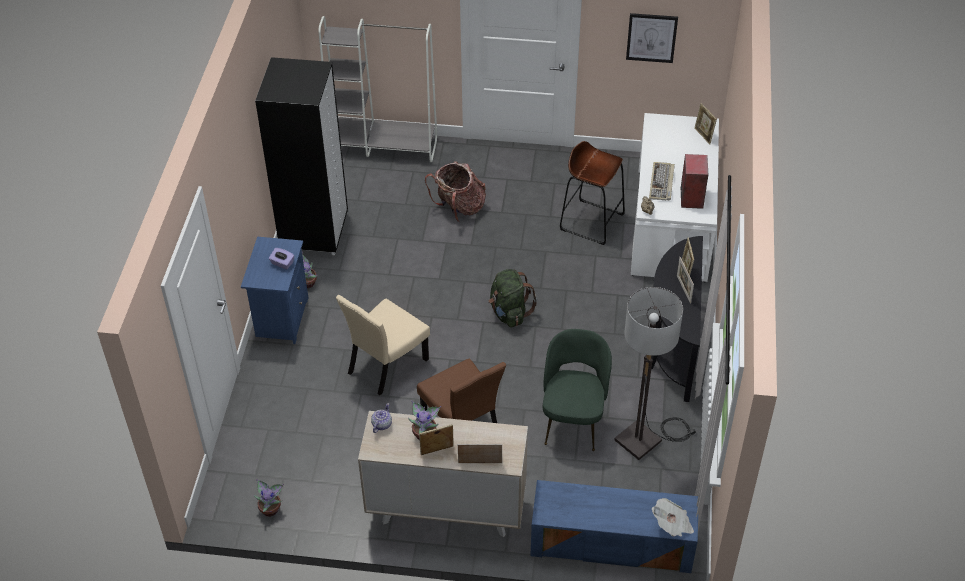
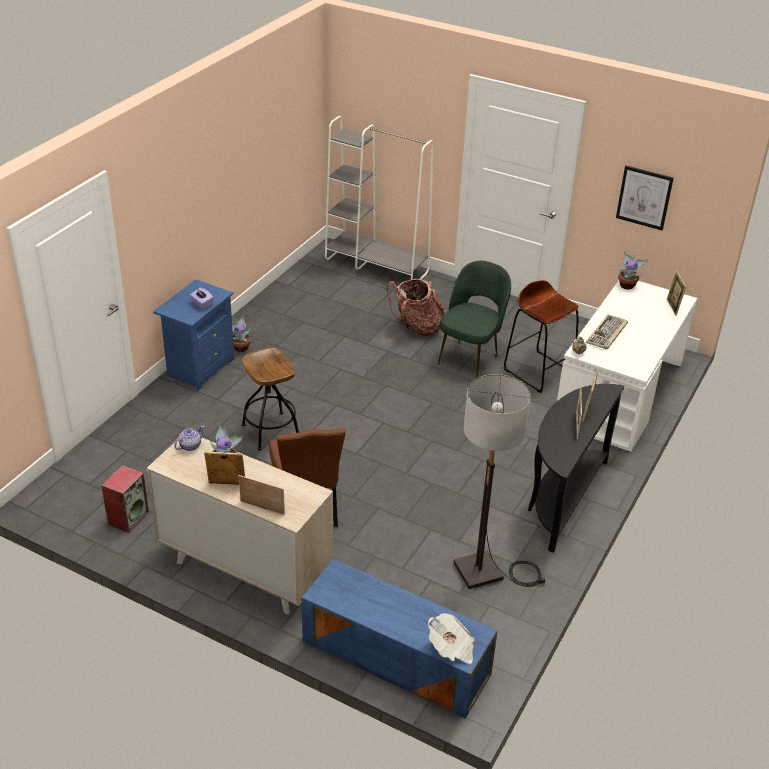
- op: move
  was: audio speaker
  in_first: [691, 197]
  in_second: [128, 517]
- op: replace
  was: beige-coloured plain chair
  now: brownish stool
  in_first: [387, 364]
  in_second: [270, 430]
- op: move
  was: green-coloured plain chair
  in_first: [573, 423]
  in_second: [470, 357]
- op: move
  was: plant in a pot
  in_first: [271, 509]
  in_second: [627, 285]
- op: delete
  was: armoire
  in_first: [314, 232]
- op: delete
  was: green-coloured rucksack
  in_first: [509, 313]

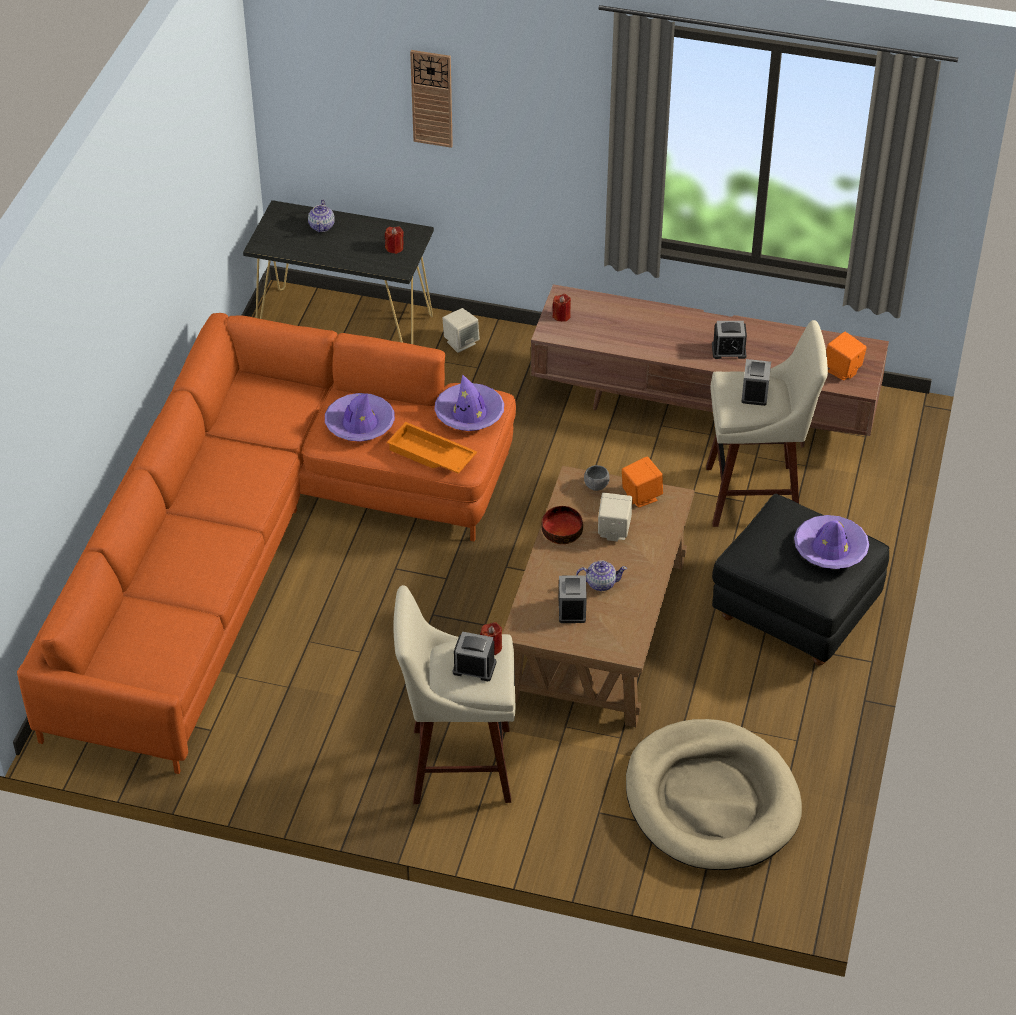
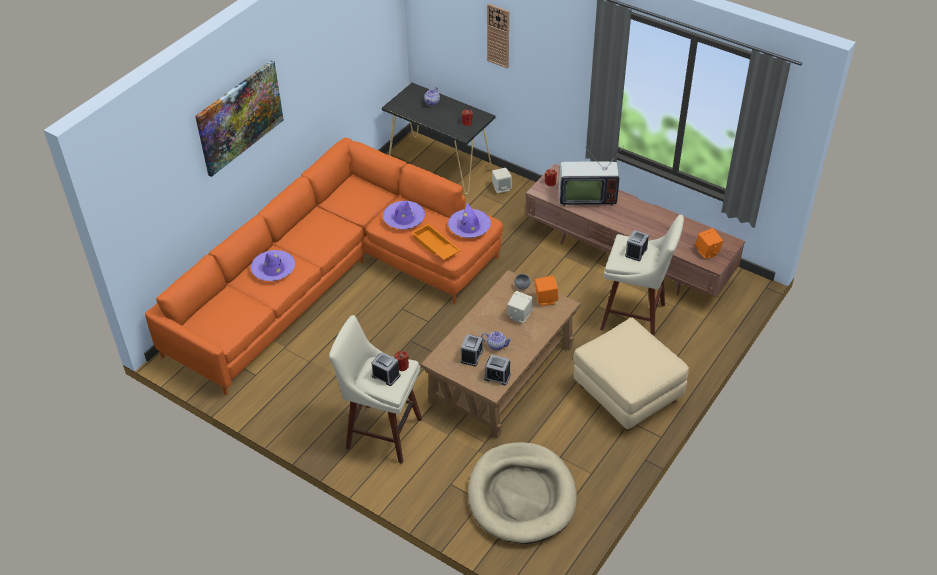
- op: insert
  now: wall art
  in_second: [239, 117]
- op: move
  was: purple-coloured clothing hat
  in_first: [830, 548]
  in_second: [273, 269]
- op: move
  was: alarm clock
  in_first: [728, 350]
  in_second: [497, 376]
- op: insert
  now: TV
  in_second: [586, 196]
- op: recolor
  was: black ottoman
  now: beige-coloured ottoman
  in_first: [794, 612]
  in_second: [626, 394]
- op: delete
  was: deep dish
  in_first: [561, 532]

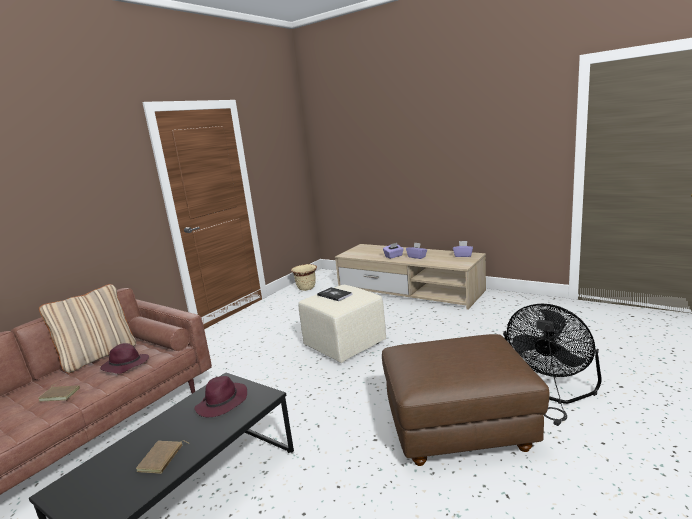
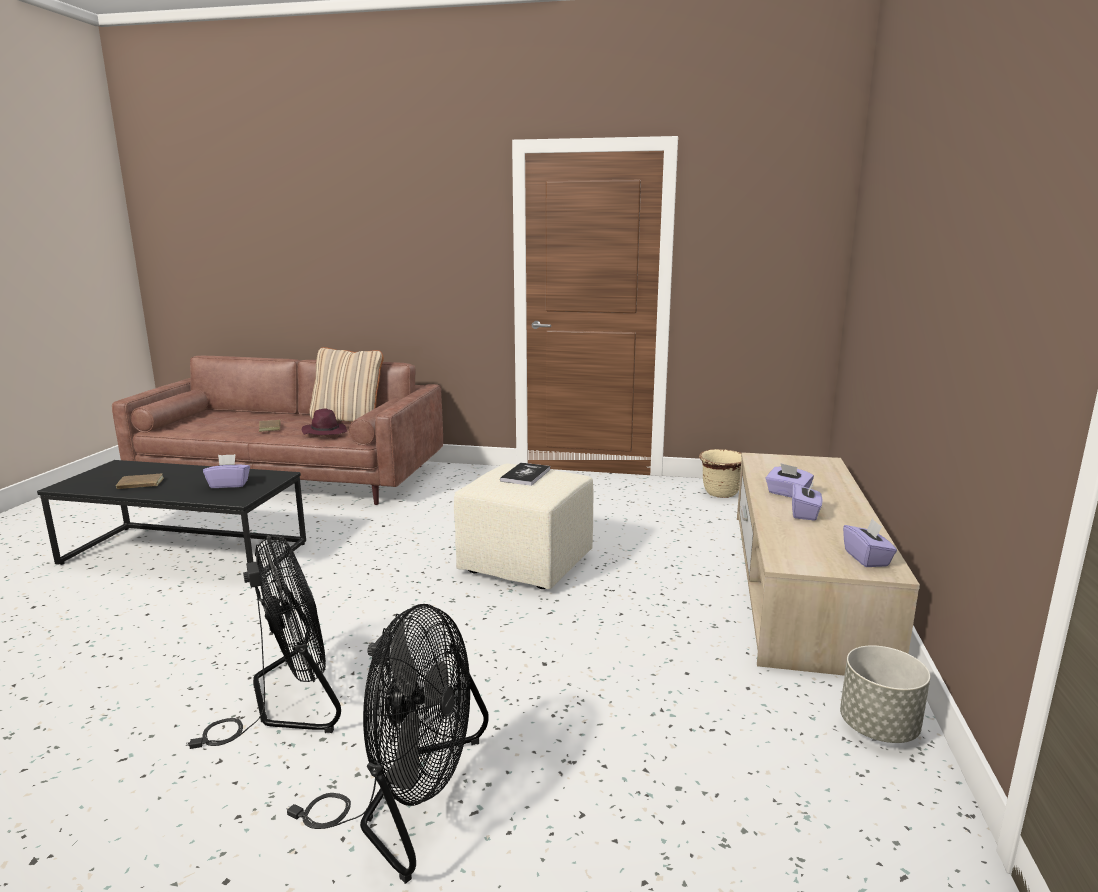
- op: replace
  was: brownish ottoman
  now: black electric fan
  in_first: [458, 431]
  in_second: [284, 699]
- op: replace
  was: purple-coloured clothing hat
  now: purple-coloured box of tissues
  in_first: [222, 403]
  in_second: [229, 484]
- op: insert
  now: grey plant pot
  in_second: [879, 728]

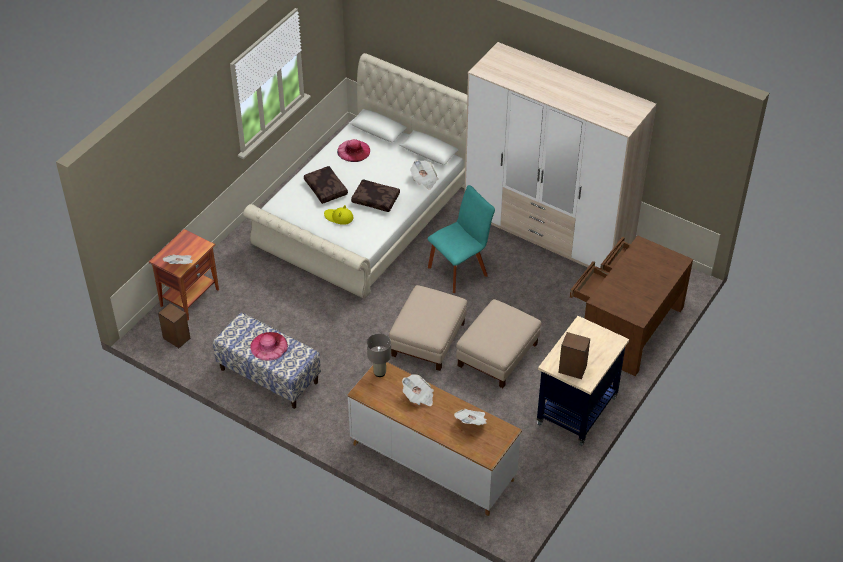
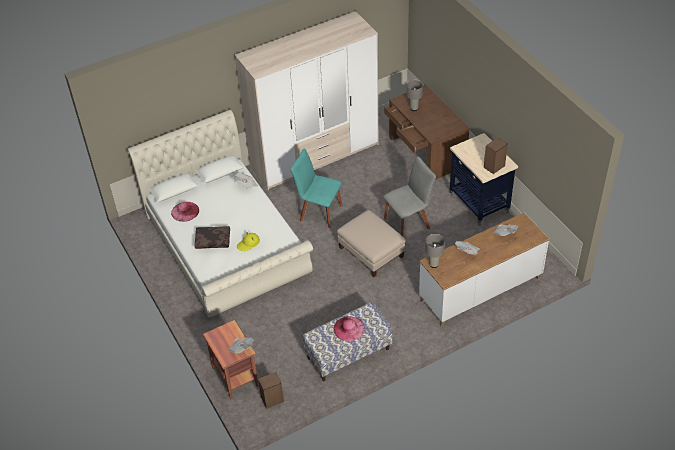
- op: rotate
  was: blue-green plain chair
  in_first: [460, 270]
  in_second: [319, 212]
  clockwise: -60
- op: replace
  was: beige-coloured ottoman
  now: grey plain chair
  in_first: [498, 355]
  in_second: [408, 222]
- op: insert
  now: grey table lamp
  in_second: [414, 108]
- op: delete
  was: brownish pillow
  in_first: [376, 199]

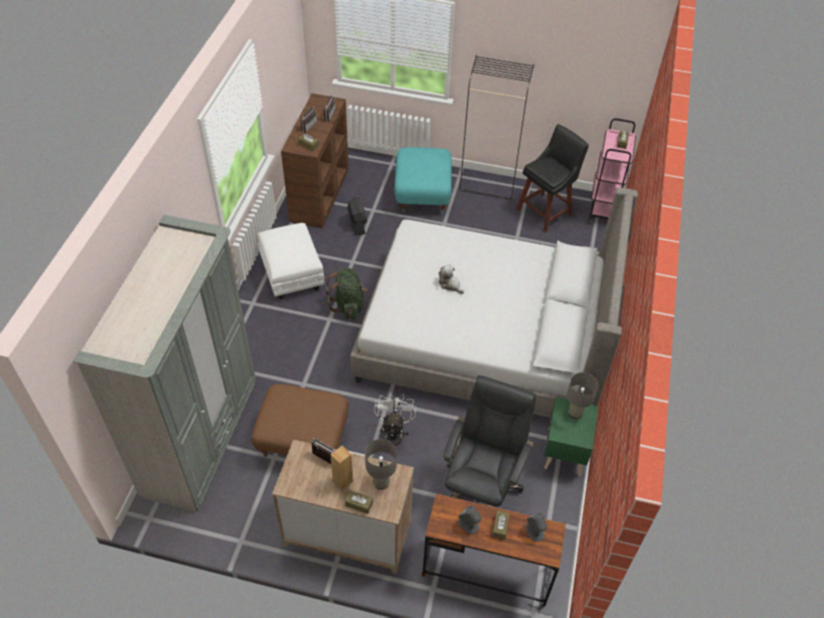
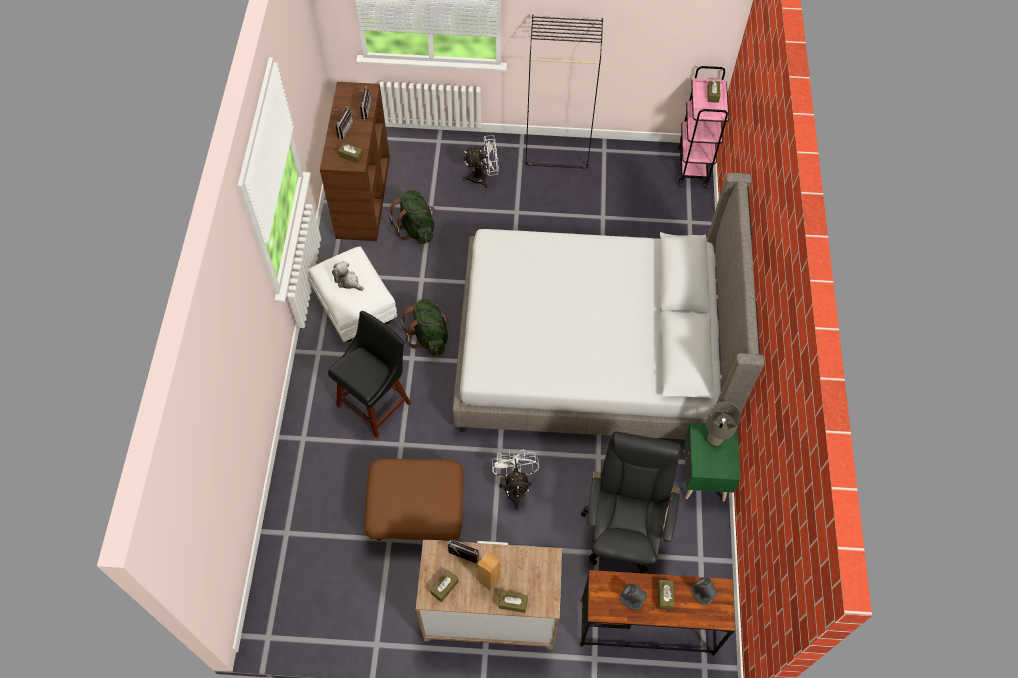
- op: move
  was: black plain chair
  in_first: [546, 211]
  in_second: [376, 402]
- op: move
  was: cuddly toy
  in_first: [450, 284]
  in_second: [348, 281]
- op: replace
  was: black electric fan
  now: green-coloured rucksack
  in_first: [357, 224]
  in_second: [416, 229]
- op: insert
  now: brownish box of tissues
  in_second: [444, 587]
- op: replace
  was: blue-green ottoman
  now: whitish electric fan
  in_first: [422, 194]
  in_second: [483, 177]
- op: delete
  was: grey armoire
  in_first: [202, 435]
- op: delete
  was: grey table lamp
  in_first: [381, 483]

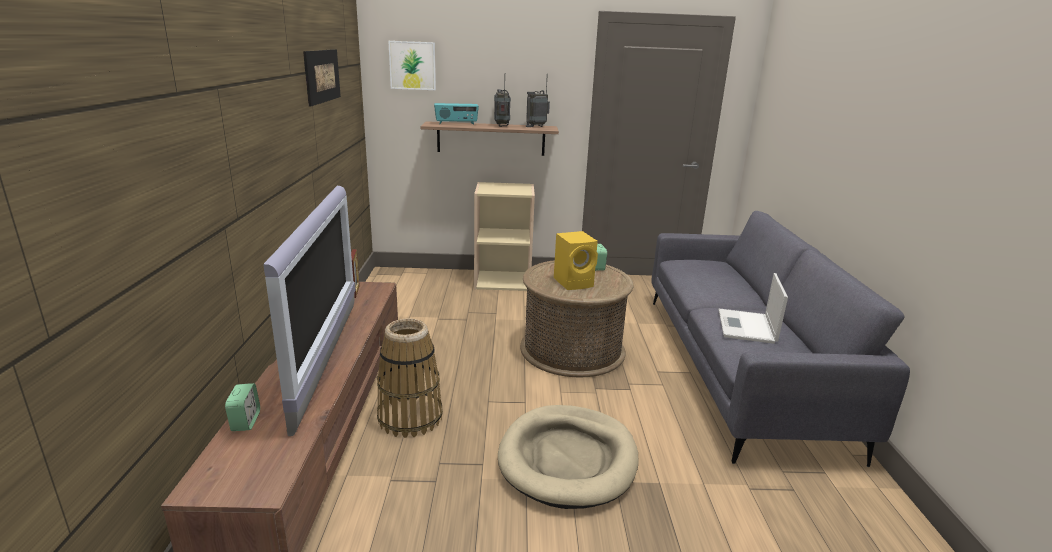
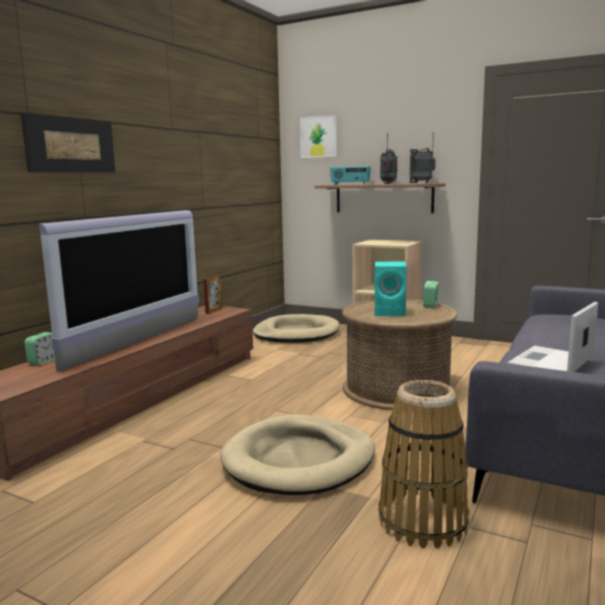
- op: move
  was: wall art
  in_first: [322, 76]
  in_second: [71, 145]
- op: insert
  now: beige-coloured dog bed
  in_second: [296, 333]
- op: recolor
  was: yellow audio speaker
  now: blue-green audio speaker
  in_first: [574, 282]
  in_second: [391, 312]
- op: move
  was: storage basket
  in_first: [410, 418]
  in_second: [423, 521]

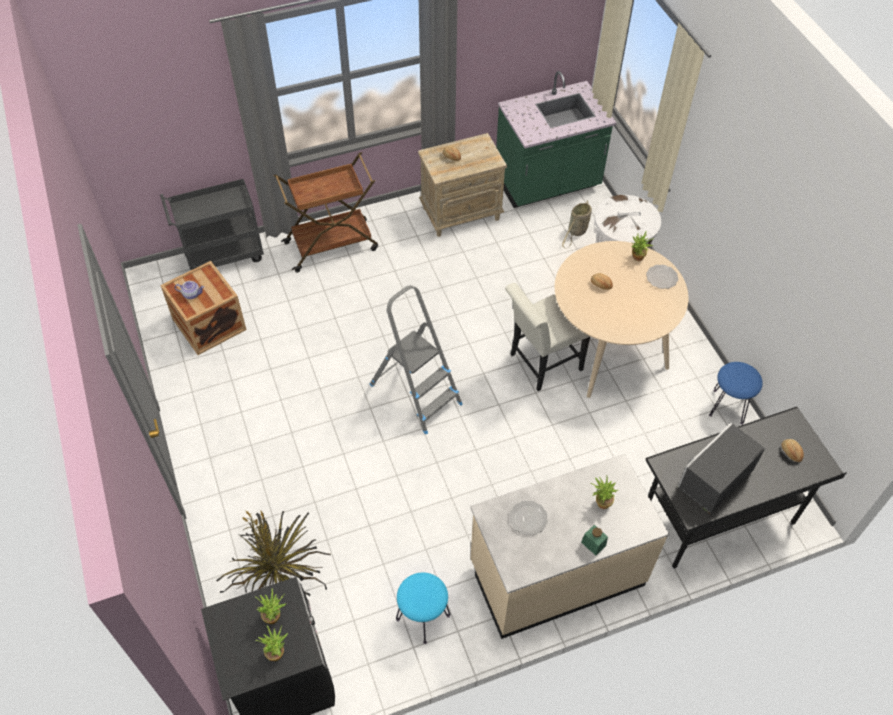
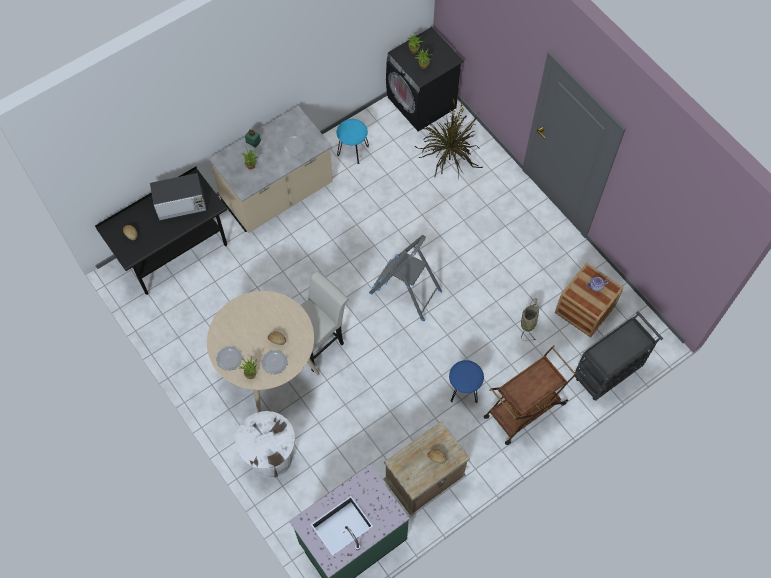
- op: rotate
  was: microwave
  in_first: [714, 479]
  in_second: [181, 204]
  clockwise: 45
- op: insert
  now: plate
  in_second: [274, 362]
- op: move
  was: blue-coloured stool
  in_first: [728, 406]
  in_second: [463, 389]
- op: move
  was: storage basket
  in_first: [576, 232]
  in_second: [528, 323]

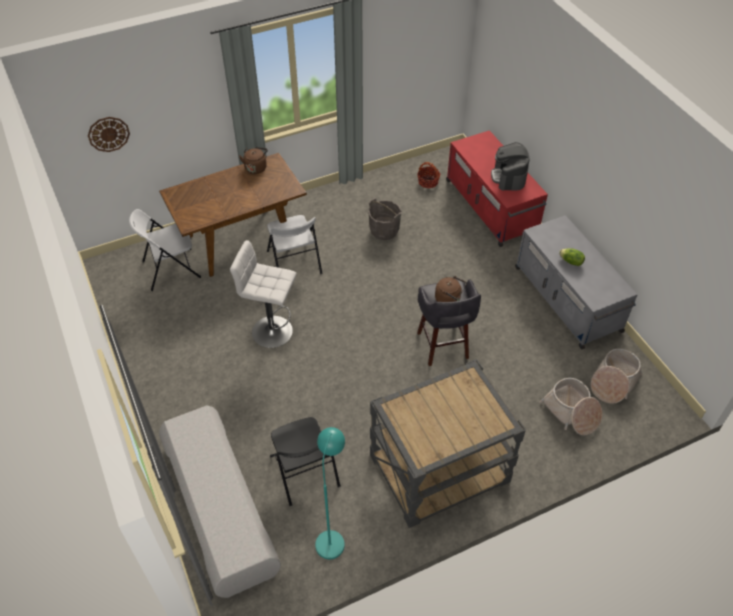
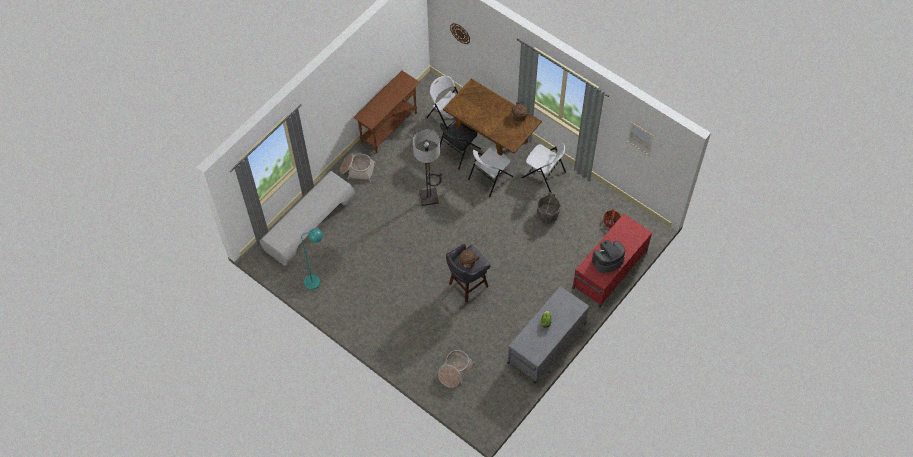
- op: move
  was: storage basket
  in_first: [613, 382]
  in_second: [357, 170]
- op: insert
  now: brownish console table
  in_second: [389, 127]
- op: replace
  was: whitish stool
  now: standing lamp
  in_first: [272, 331]
  in_second: [430, 192]
- op: move
  was: black plain chair
  in_first: [304, 471]
  in_second: [458, 151]
- op: insert
  now: whitish plain chair
  in_second: [543, 175]
- op: insert
  now: wall art
  in_second: [640, 138]
- op: delete
  was: bookshelf
  in_first: [439, 468]

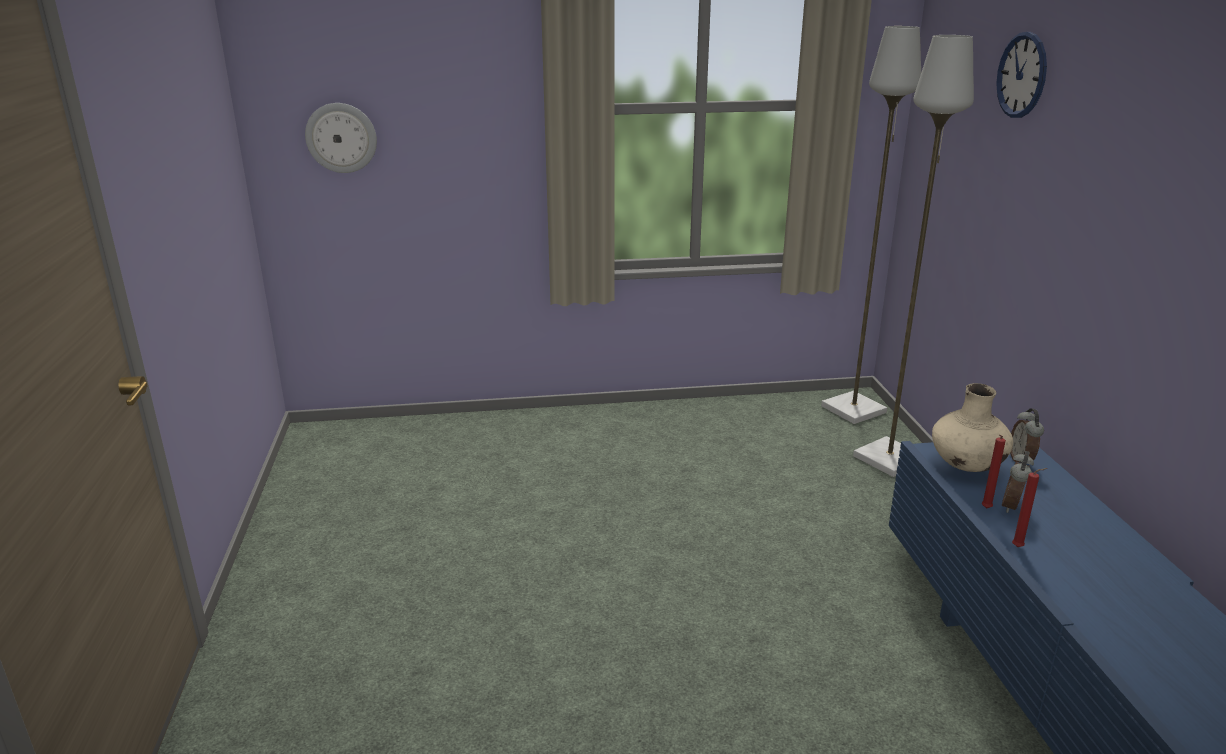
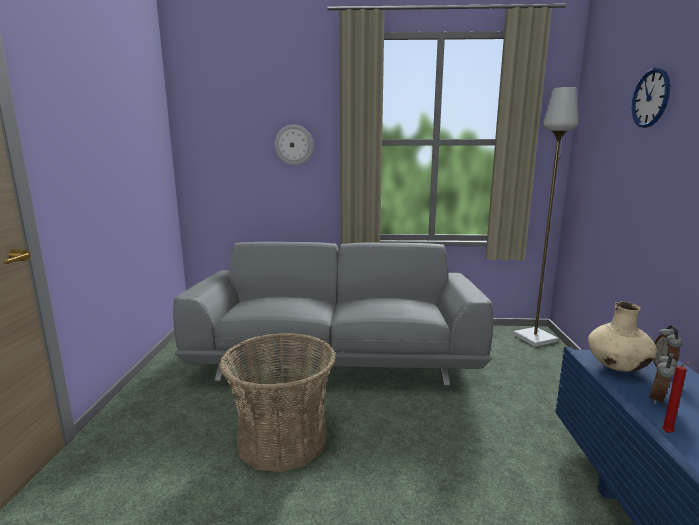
- op: insert
  now: grey sofa
  in_second: [337, 358]
- op: insert
  now: storage basket
  in_second: [282, 440]
- op: move
  was: wall clock
  in_first: [341, 138]
  in_second: [294, 145]
- op: delete
  was: grey standing lamp
  in_first: [888, 458]
- op: delete
  was: red candle
  in_first: [985, 509]

